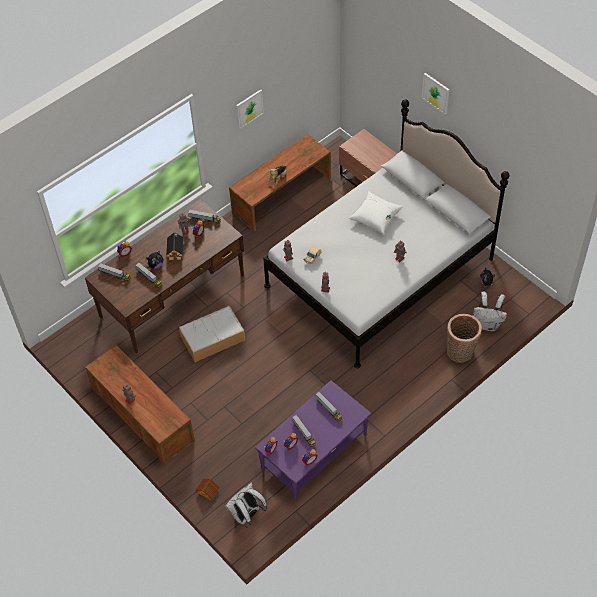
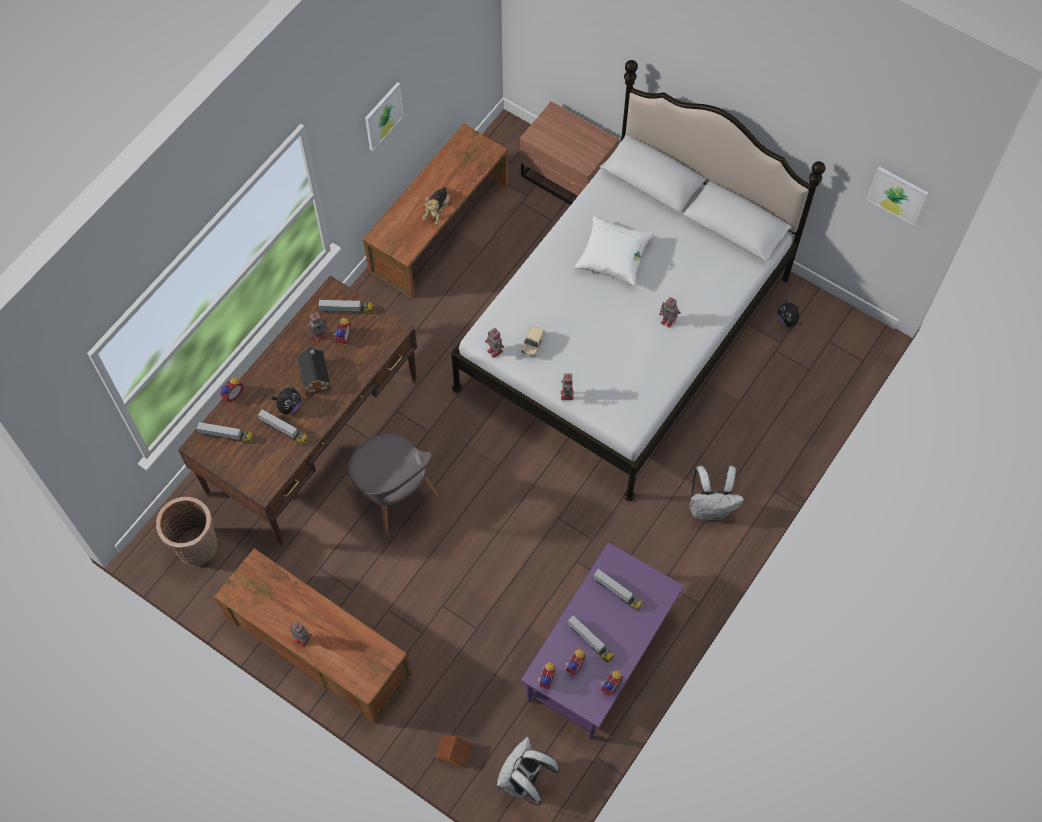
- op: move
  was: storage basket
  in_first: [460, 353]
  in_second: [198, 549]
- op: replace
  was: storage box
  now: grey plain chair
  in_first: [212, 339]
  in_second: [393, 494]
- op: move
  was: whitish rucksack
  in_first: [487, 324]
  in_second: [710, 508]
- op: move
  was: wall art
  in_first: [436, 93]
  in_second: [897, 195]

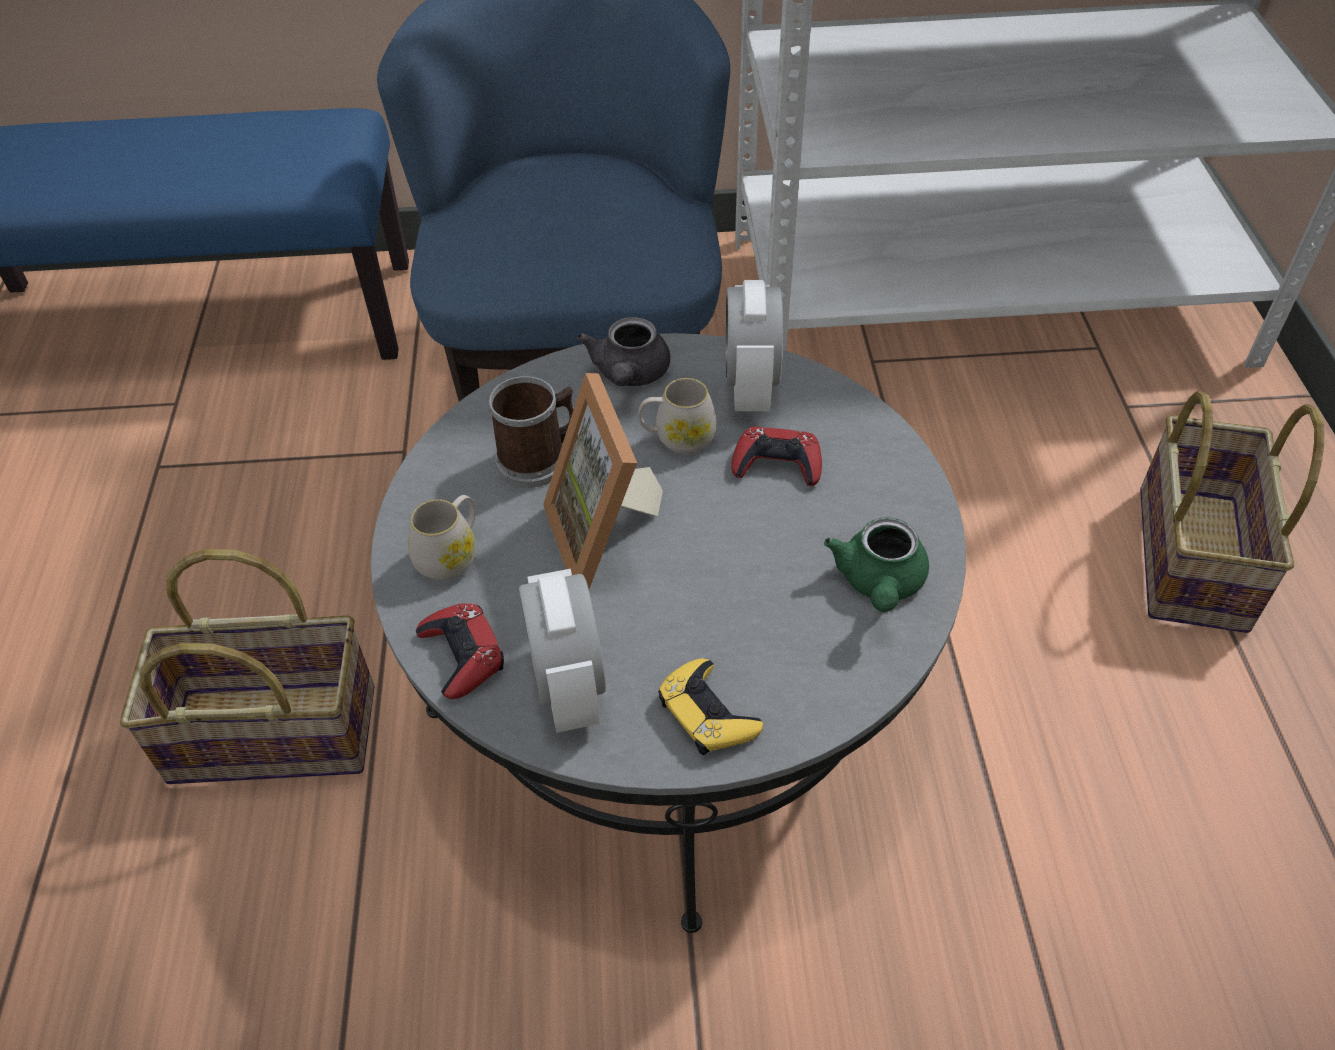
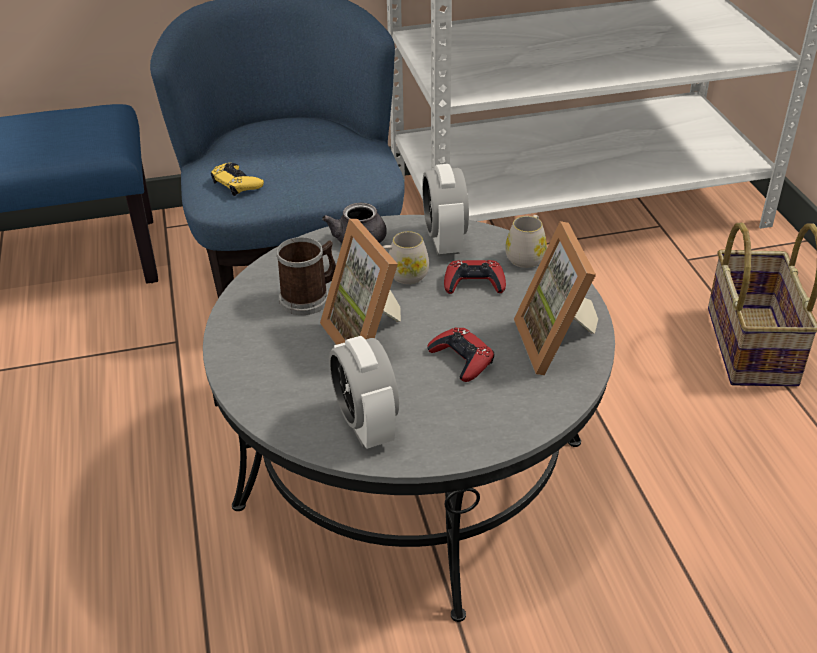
- op: move
  was: yellow game controller
  in_first: [707, 713]
  in_second: [237, 183]
- op: move
  was: red game controller
  in_first: [463, 655]
  in_second: [461, 359]
- op: move
  was: whitish mug
  in_first: [451, 555]
  in_second: [527, 256]
- op: replace
  was: green-coloured tea pot
  now: picture frame
  in_first: [879, 584]
  in_second: [559, 343]
- op: delete
  was: storage basket
  in_first: [275, 731]

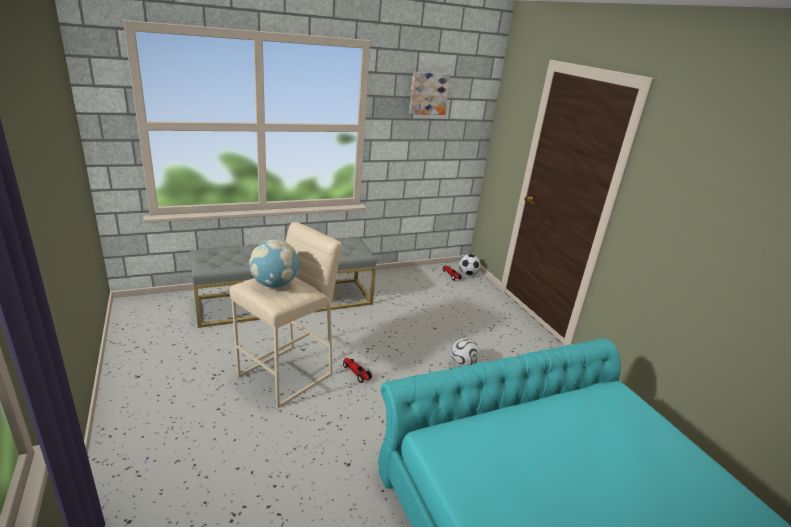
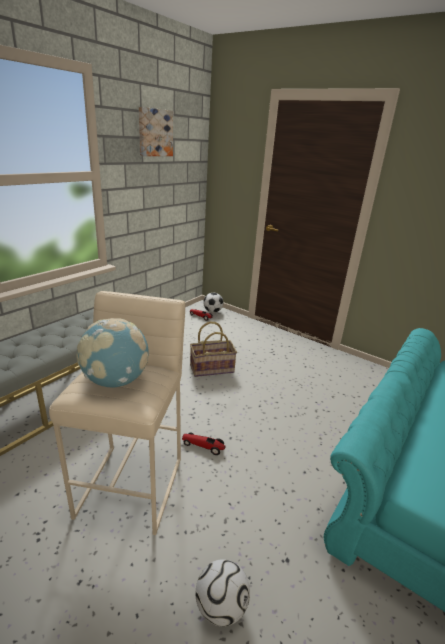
- op: insert
  now: storage basket
  in_second: [212, 368]
- op: move
  was: ball for football
  in_first: [463, 364]
  in_second: [221, 606]

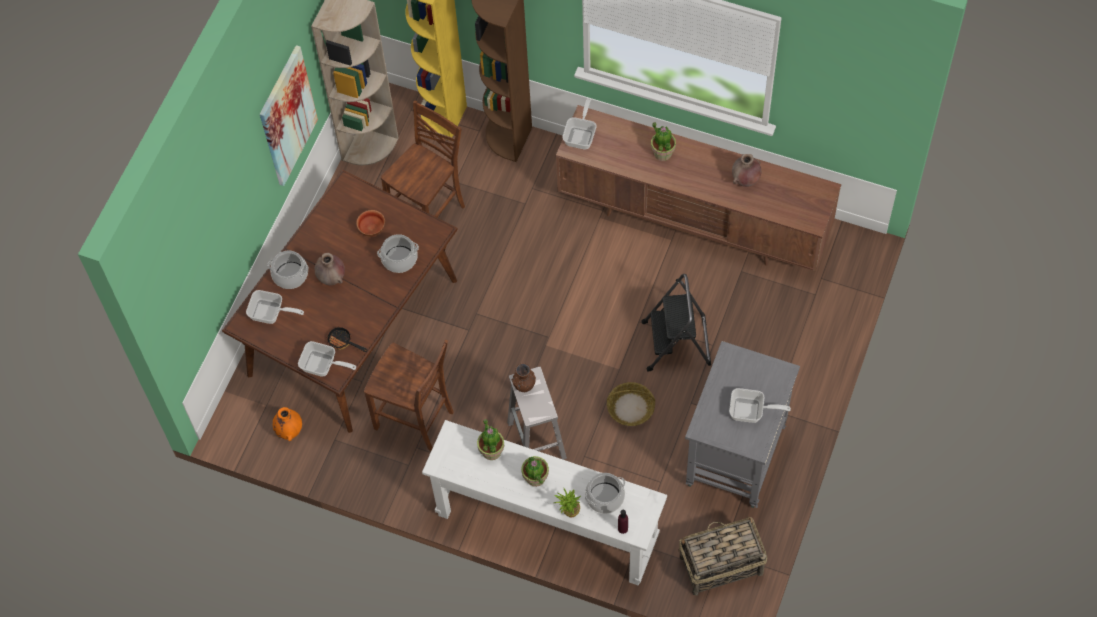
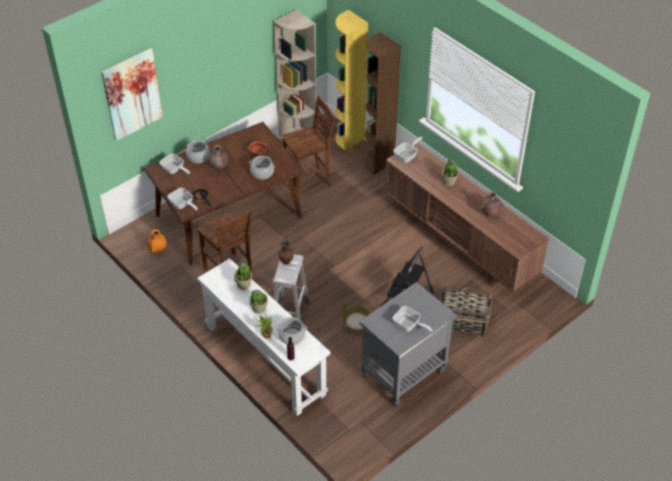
- op: move
  was: wall art
  in_first: [287, 116]
  in_second: [132, 94]
- op: move
  was: storage basket
  in_first: [720, 565]
  in_second: [462, 322]

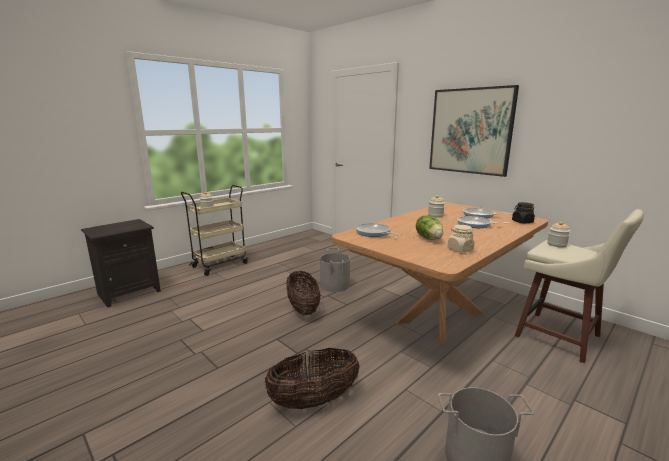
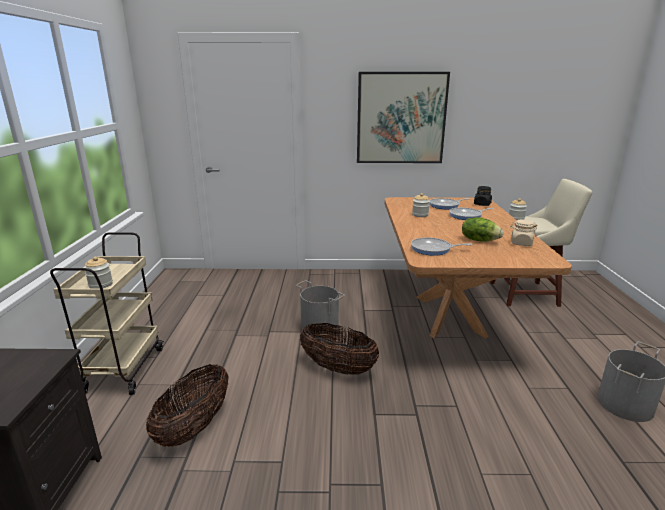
- op: move
  was: storage basket
  in_first: [313, 400]
  in_second: [194, 427]

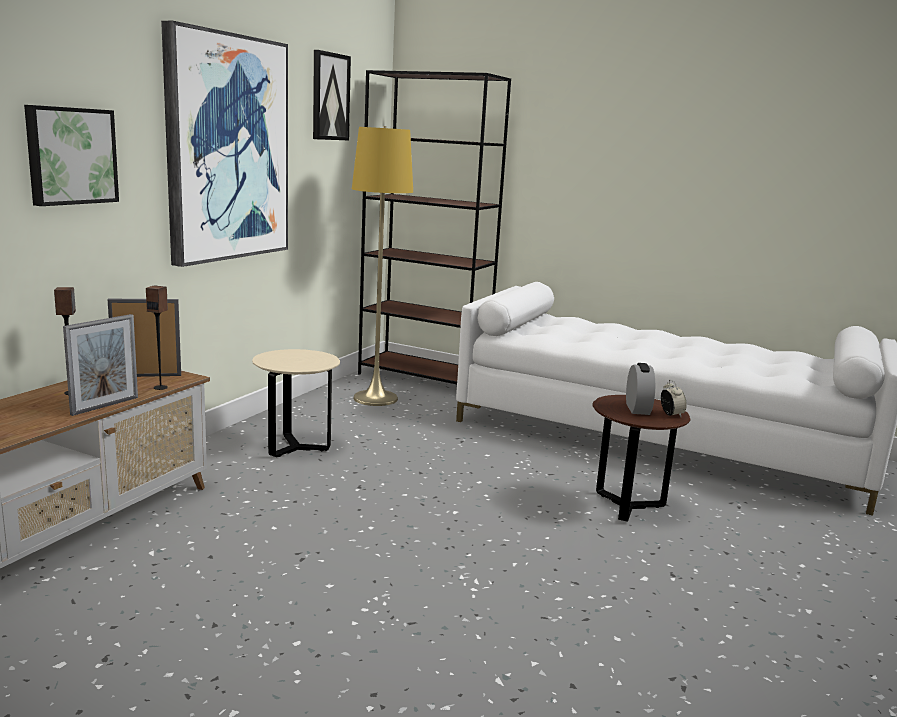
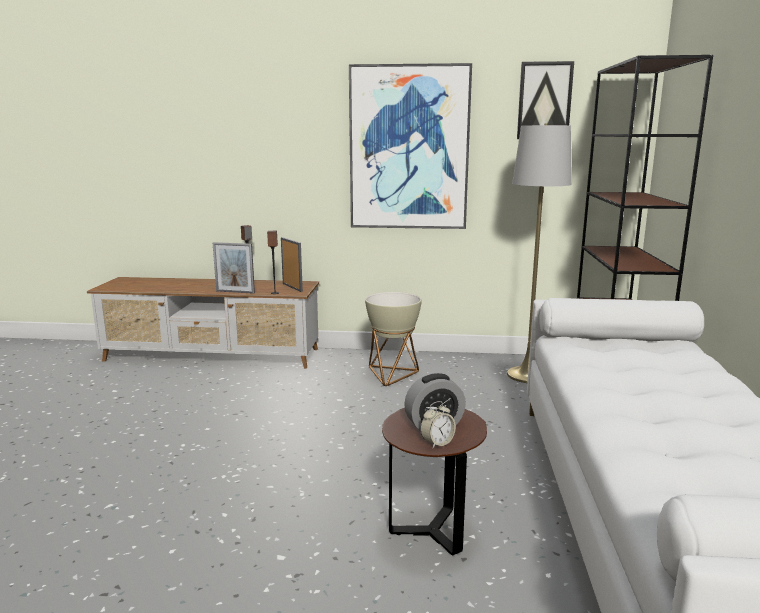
- op: replace
  was: beige-coloured accent table
  now: plant pot
  in_first: [296, 448]
  in_second: [392, 374]
- op: recolor
  was: yellow standing lamp
  now: grey standing lamp
  in_first: [375, 398]
  in_second: [527, 375]
- op: delete
  was: wall art
  in_first: [70, 155]

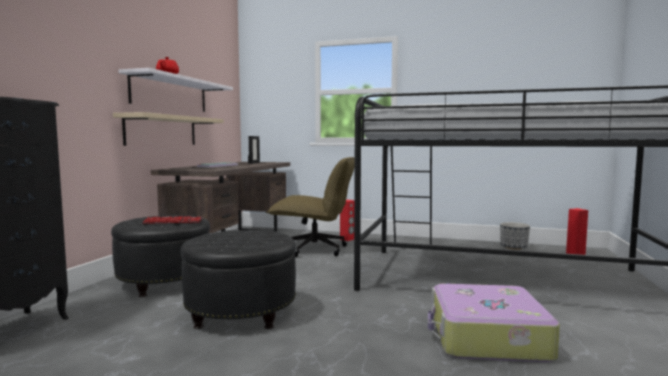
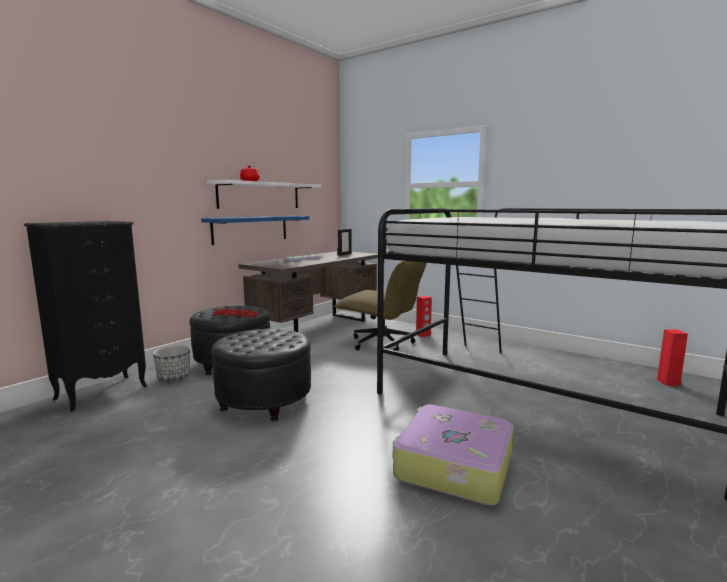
- op: move
  was: plant pot
  in_first: [514, 247]
  in_second: [174, 377]
- op: recolor
  was: beige-coloured bracket shelf
  now: blue-coloured bracket shelf
  in_first: [162, 131]
  in_second: [250, 229]

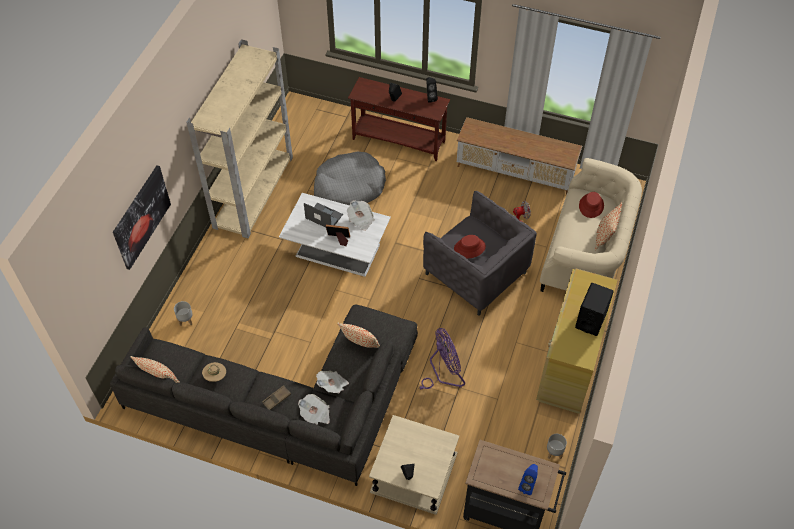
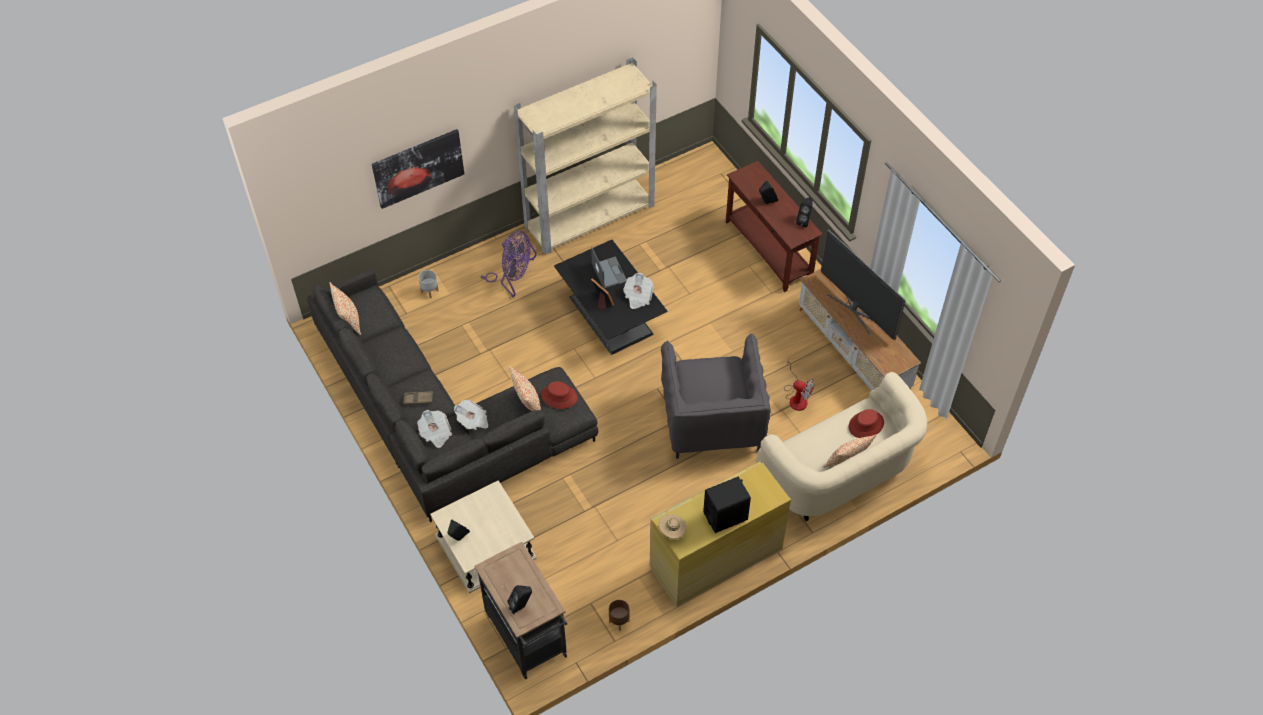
- op: move
  was: purple-coloured electric fan
  in_first: [442, 370]
  in_second: [512, 276]
- op: recolor
  was: blue-coloured audio speaker
  now: black audio speaker
  in_first: [528, 485]
  in_second: [521, 606]
- op: move
  was: red clothing hat
  in_first: [469, 248]
  in_second: [559, 397]
- op: recolor
  was: whitish low table
  now: black low table
  in_first: [336, 249]
  in_second: [609, 314]
- op: recolor
  was: grey plant pot
  now: brownish plant pot
  in_first: [554, 452]
  in_second: [618, 621]
- op: move
  was: beige-coloured clothing hat
  in_first: [215, 376]
  in_second: [672, 531]
- op: insert
  now: TV
  in_second: [856, 309]
- op: delete
  was: grey dog bed
  in_first: [349, 188]

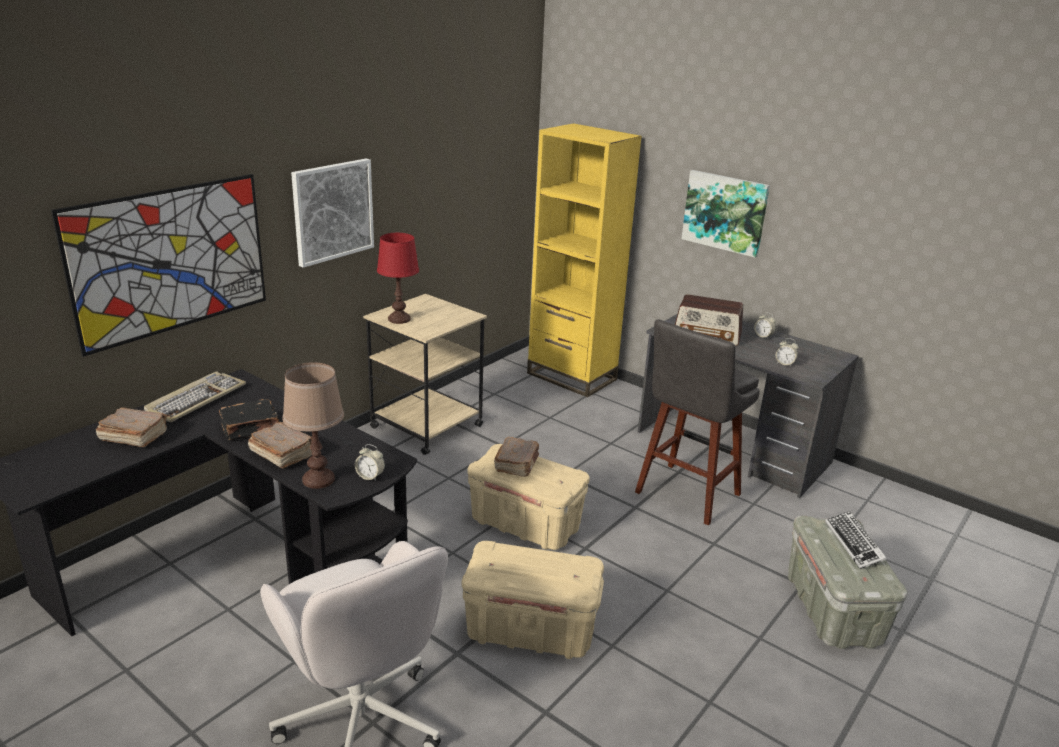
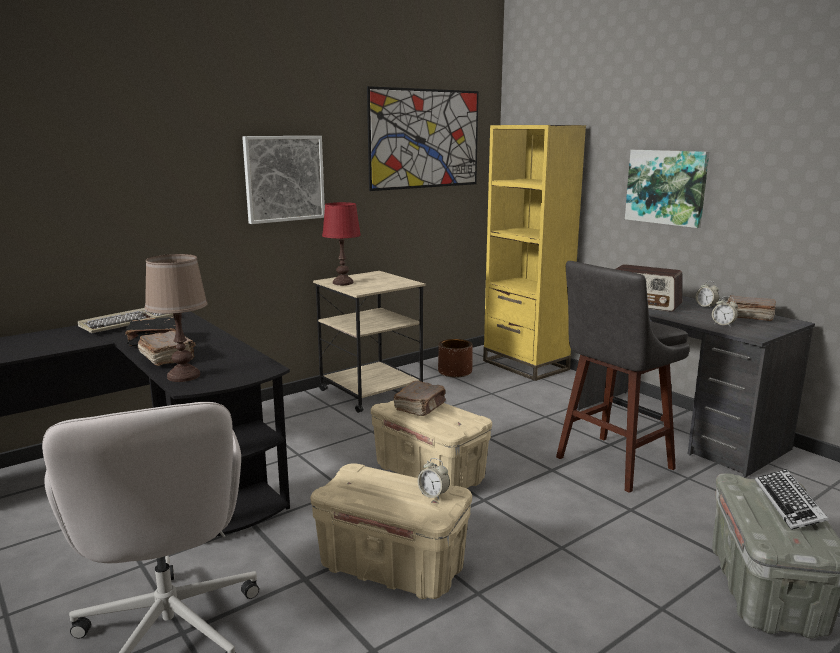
- op: move
  was: wall art
  in_first: [170, 260]
  in_second: [425, 139]
- op: move
  was: alarm clock
  in_first: [370, 476]
  in_second: [433, 495]
- op: insert
  now: brownish plant pot
  in_second: [455, 372]
- op: move
  was: brownish volume
  in_first: [133, 437]
  in_second: [748, 317]

